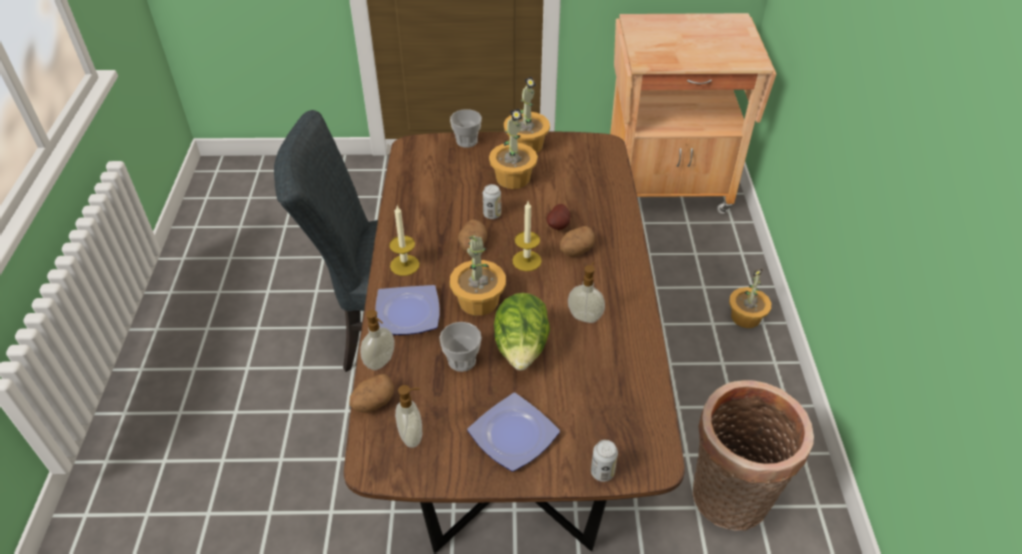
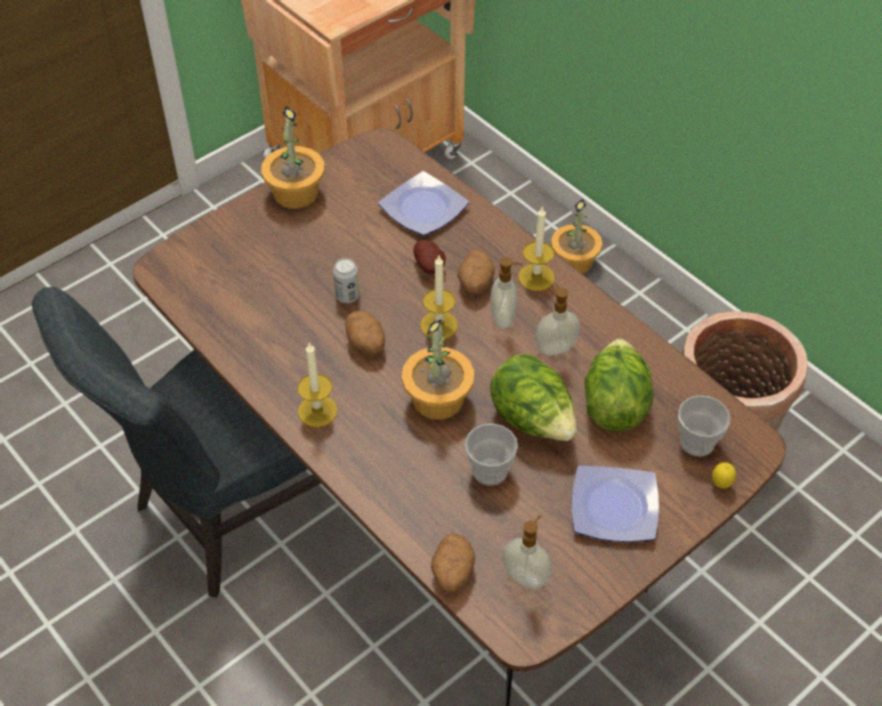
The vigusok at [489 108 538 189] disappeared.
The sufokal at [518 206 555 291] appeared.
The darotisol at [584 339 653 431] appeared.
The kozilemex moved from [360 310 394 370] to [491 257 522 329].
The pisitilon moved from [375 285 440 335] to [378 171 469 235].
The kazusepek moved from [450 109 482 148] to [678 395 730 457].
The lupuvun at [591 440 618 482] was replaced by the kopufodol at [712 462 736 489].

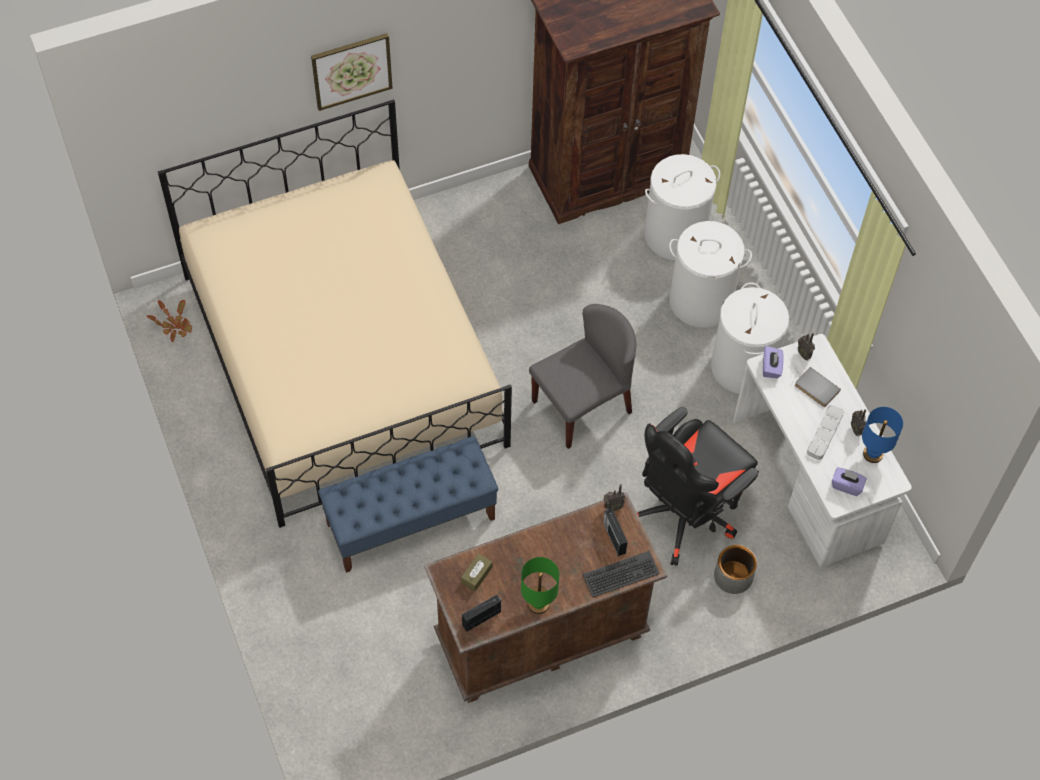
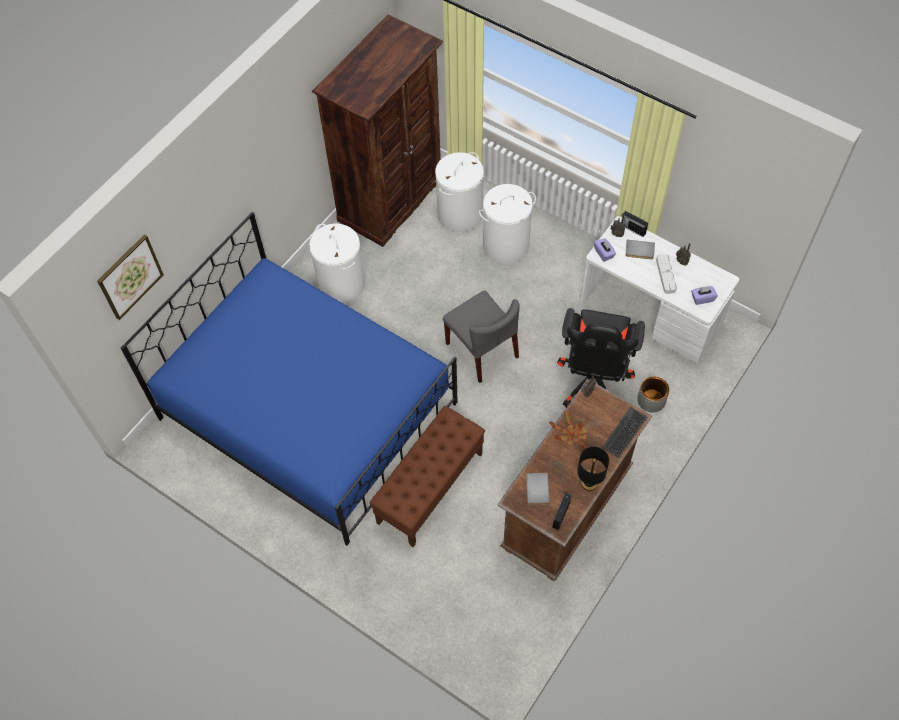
The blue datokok at [862 407 903 463] disappeared.
The vigusok moved from [147 300 192 342] to [549 410 588 447].
The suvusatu moved from [311 33 393 111] to [97 234 164 320].
The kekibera moved from [603 509 628 556] to [621 211 648 237].
The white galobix moved from [711 282 789 394] to [309 223 365 303].
The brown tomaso at [461 553 492 591] was replaced by the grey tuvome at [526 473 550 505].
The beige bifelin at [158 99 512 528] became the blue bifelin at [121 212 458 546].
The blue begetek at [318 436 498 573] became the brown begetek at [370 406 485 547].
The green datokok at [521 557 560 614] became the black datokok at [577 447 609 491].
The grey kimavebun at [529 304 636 449] turned 120 degrees clockwise.

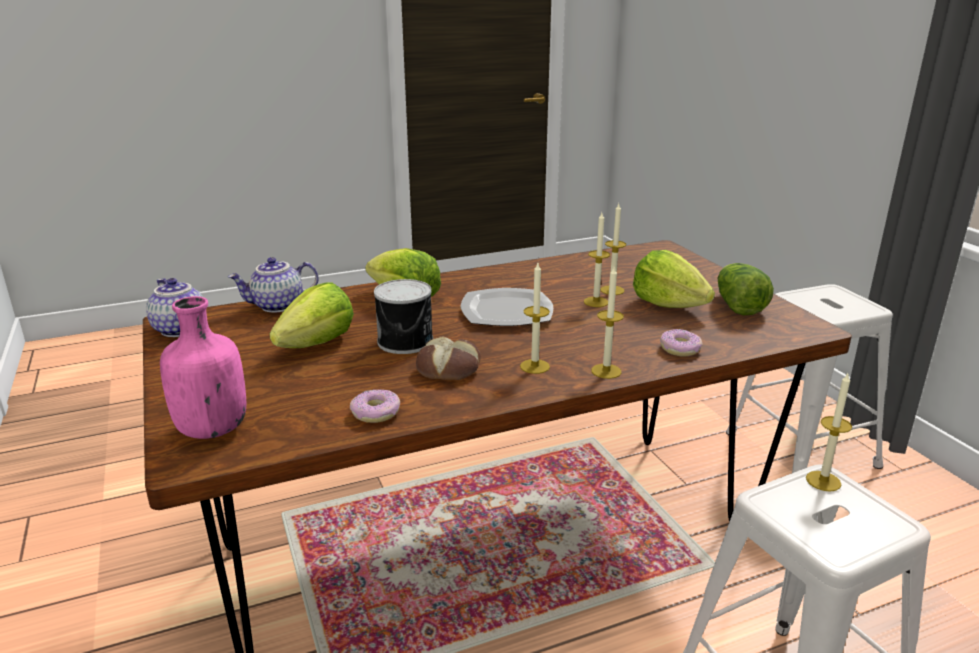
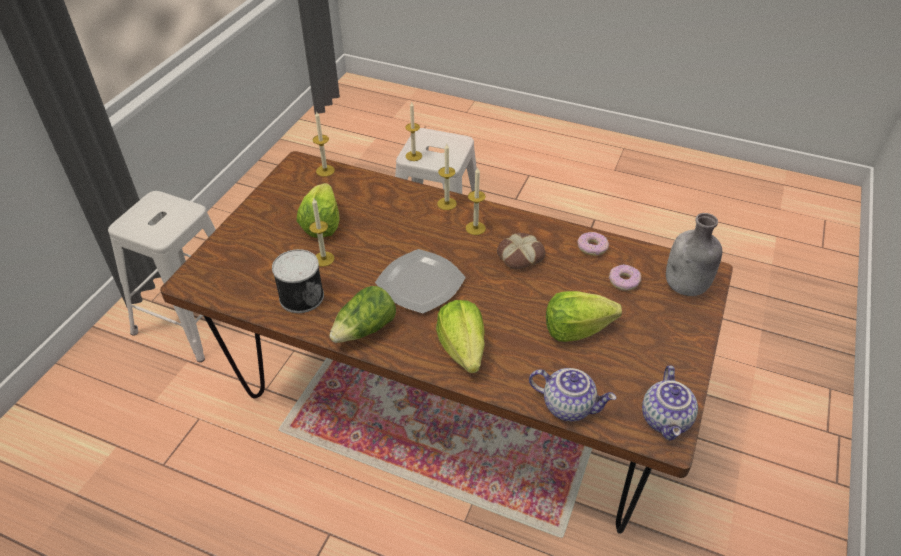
The lupuvun moved from [374 279 433 354] to [272 249 324 313].
The sufokal moved from [584 213 610 307] to [313 112 335 177].
The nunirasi moved from [660 329 703 357] to [609 265 641 291].
The darotisol moved from [717 263 774 316] to [329 286 396 343].
The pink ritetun at [160 296 246 439] became the grey ritetun at [666 213 722 296].

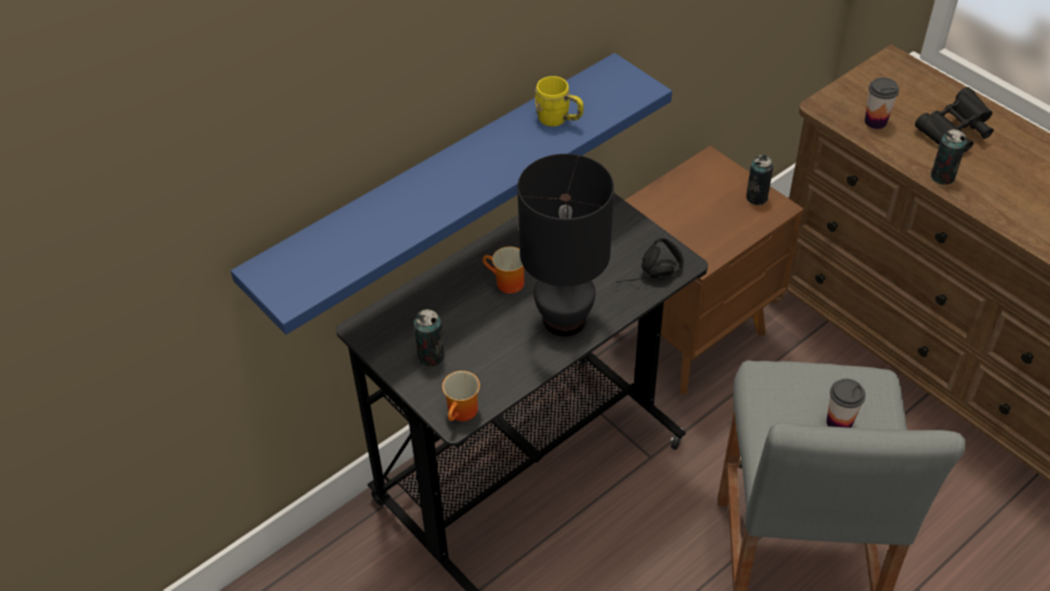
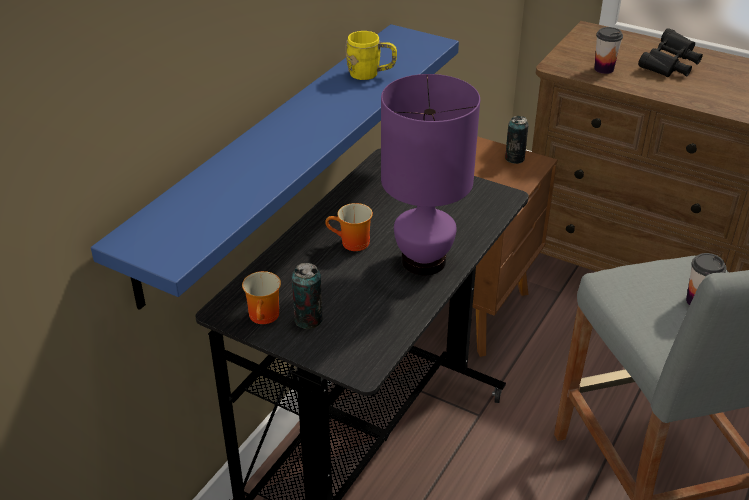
The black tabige at [616 238 684 283] disappeared.
The lupuvun at [931 129 967 185] disappeared.
The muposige moved from [442 371 480 421] to [242 271 281 324].
The black datokok at [517 154 614 337] became the purple datokok at [381 74 480 275].

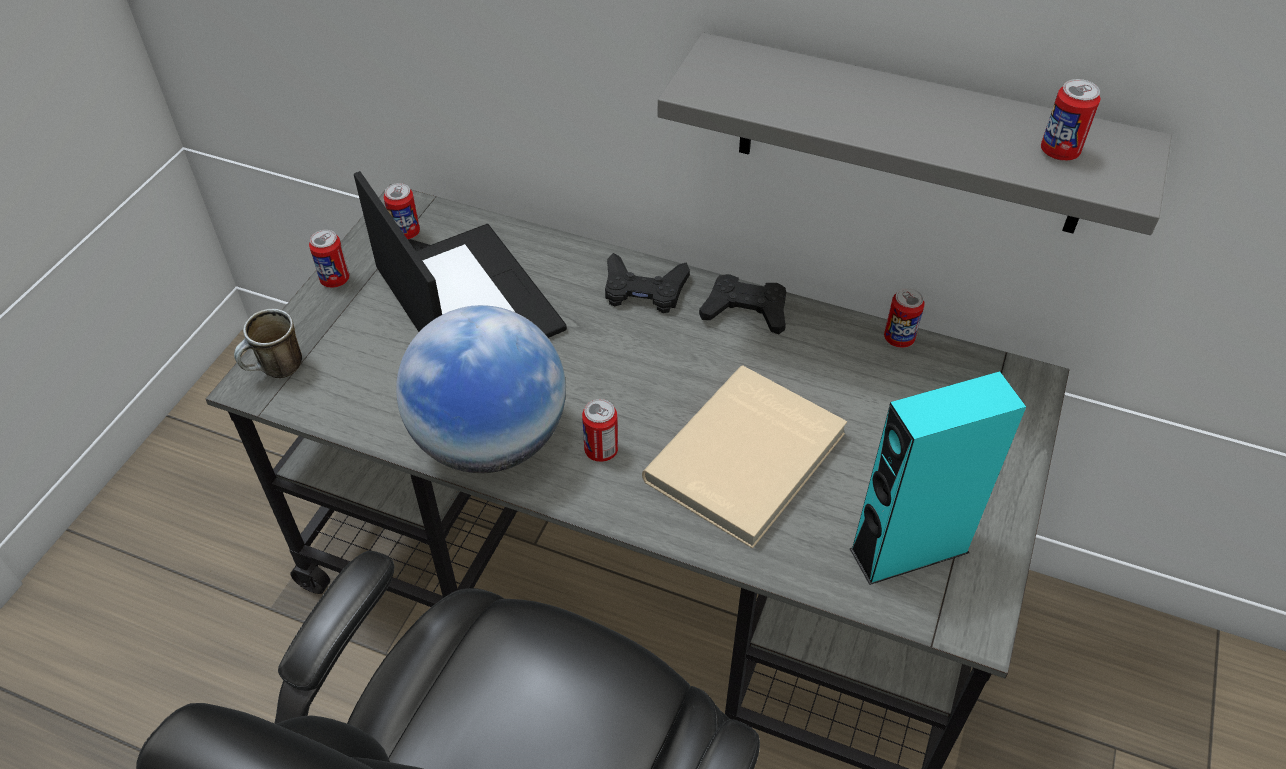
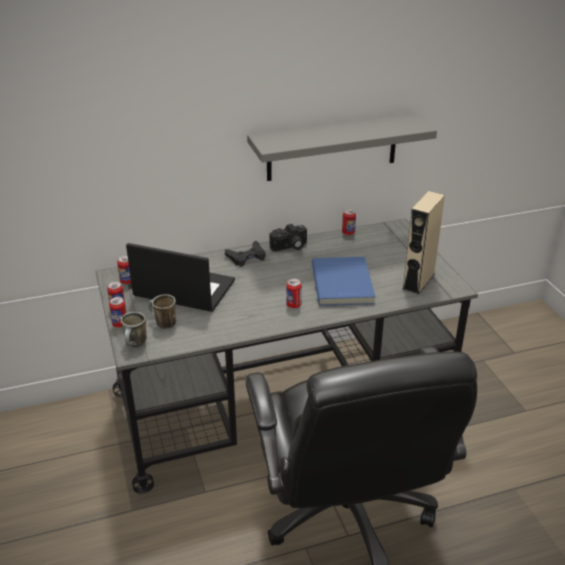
The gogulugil at [396 305 566 473] disappeared.
The muposige at [148 294 176 329] appeared.
The lupuvun moved from [1041 79 1100 161] to [109 297 127 328].
The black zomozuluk at [699 274 786 334] was replaced by the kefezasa at [270 224 307 251].
The beige tuvome at [642 365 847 548] became the blue tuvome at [312 257 376 306].
The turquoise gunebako at [849 371 1026 585] became the beige gunebako at [402 191 445 295].

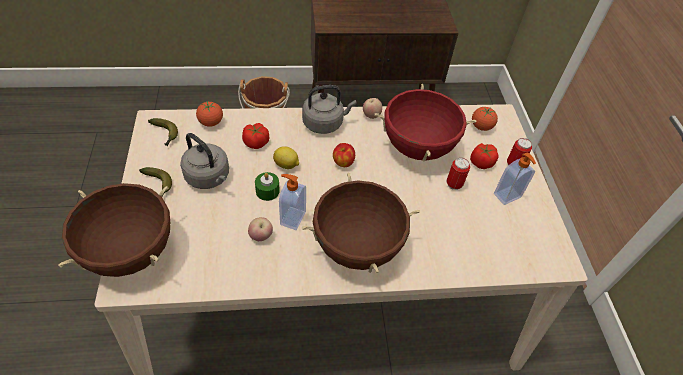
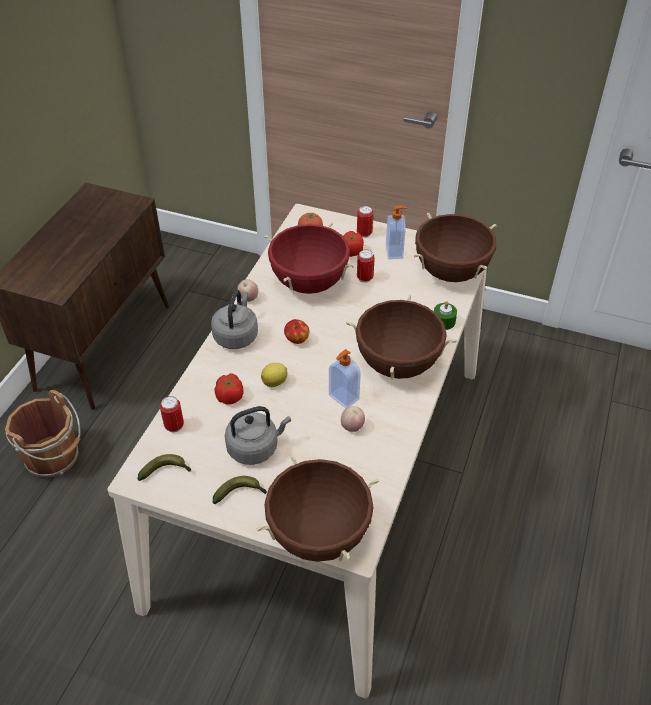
The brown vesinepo at [413 213 497 282] appeared.
The green sufokal moved from [255 172 280 201] to [434 301 457 330].
The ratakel at [196 102 223 127] was replaced by the lupuvun at [160 396 184 432].

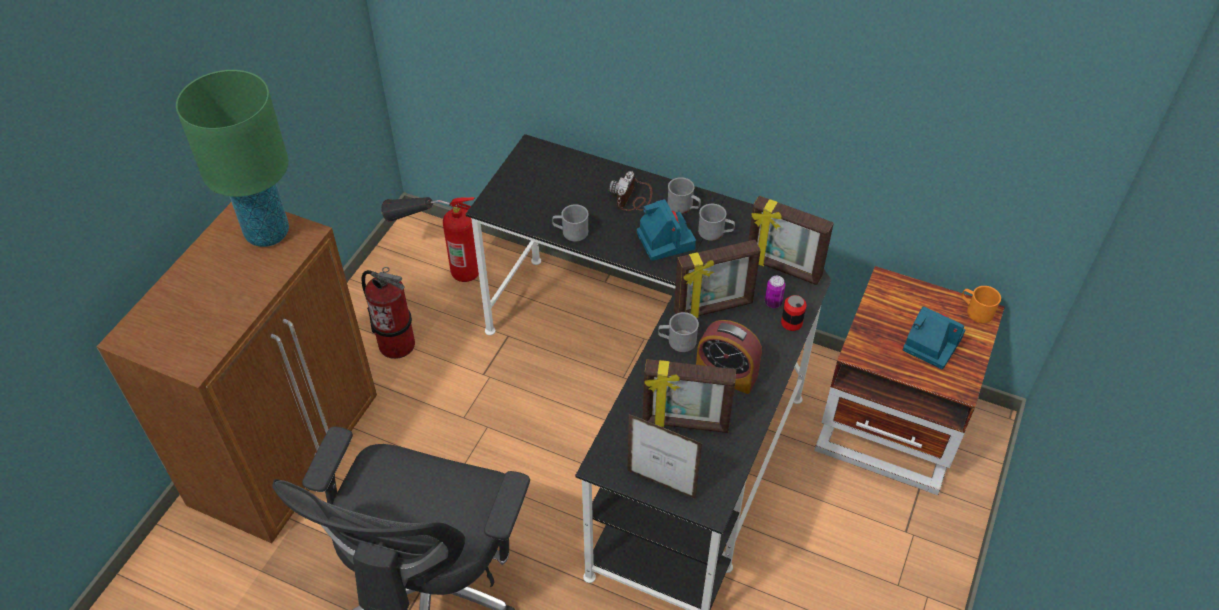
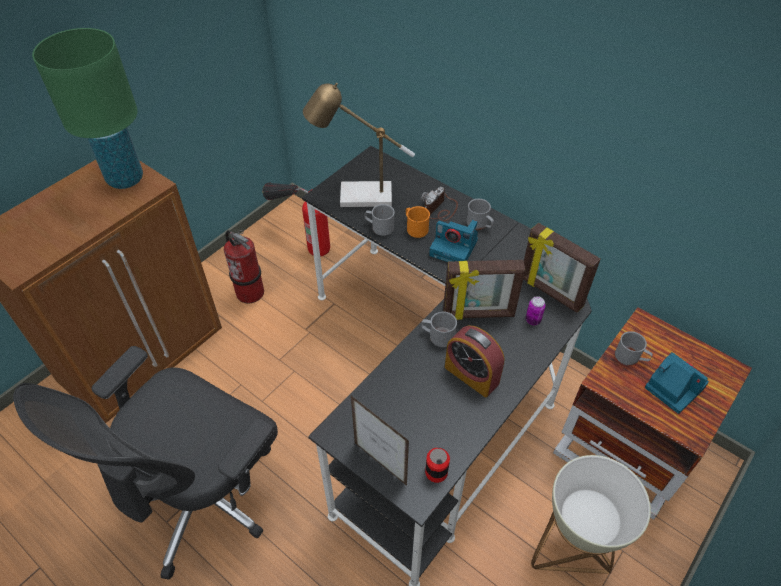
The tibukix at [643 359 736 433] disappeared.
The datokok at [303 83 415 207] appeared.
The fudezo at [531 455 651 574] appeared.
The grey muposige moved from [698 204 735 241] to [615 331 653 365].
The lupuvun moved from [781 295 807 331] to [425 448 450 483].
The orange muposige moved from [962 286 1001 323] to [406 206 430 238].
The kefezasa at [637 199 696 261] turned 120 degrees clockwise.

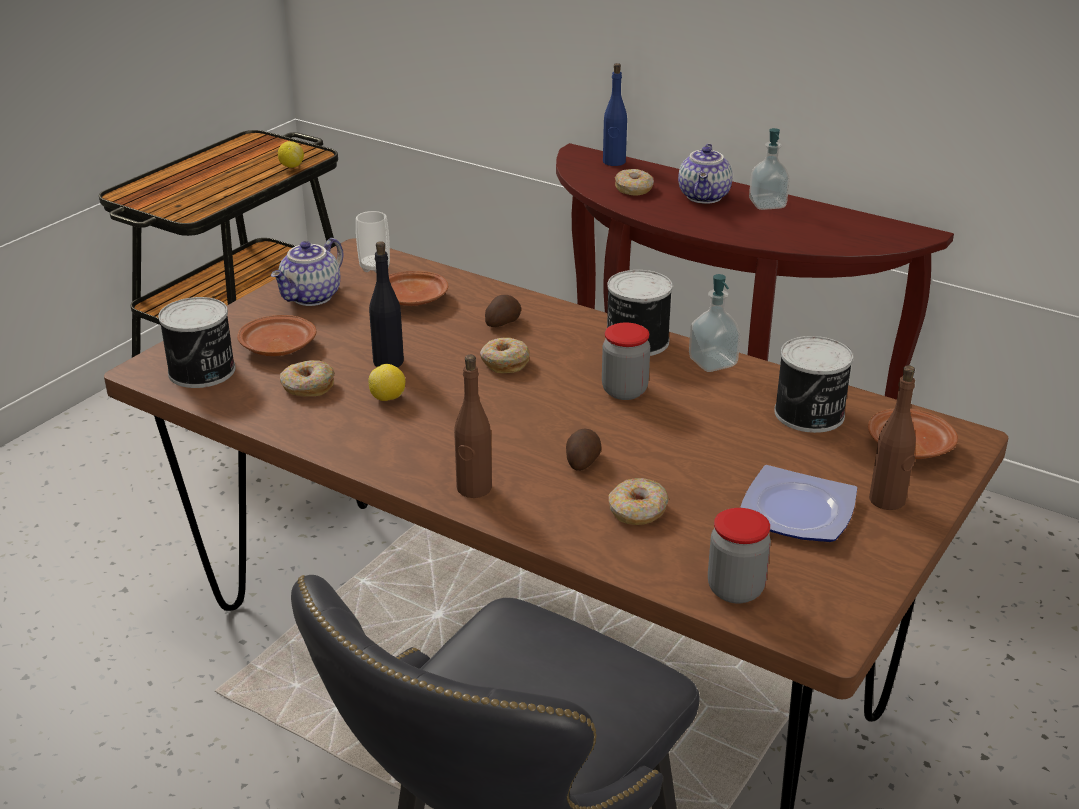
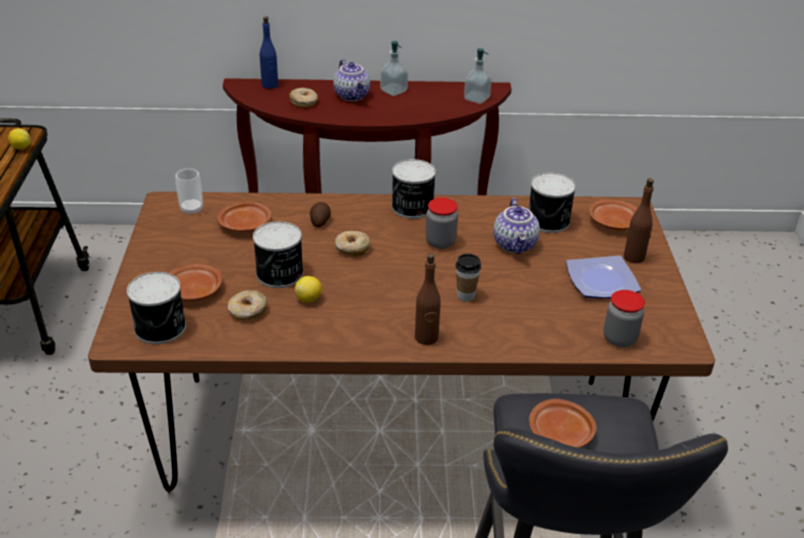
The nunirasi at [609 478 669 525] disappeared.
The brown pisitilon at [529 399 597 448] appeared.
The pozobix moved from [271 238 343 306] to [493 198 540 254].
The kozilemex moved from [689 274 741 372] to [464 48 492 104].
The black ritetun at [369 241 404 368] was replaced by the lupuvun at [253 221 303 288].
The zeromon at [566 428 601 471] was replaced by the kazusepek at [455 254 481 301].

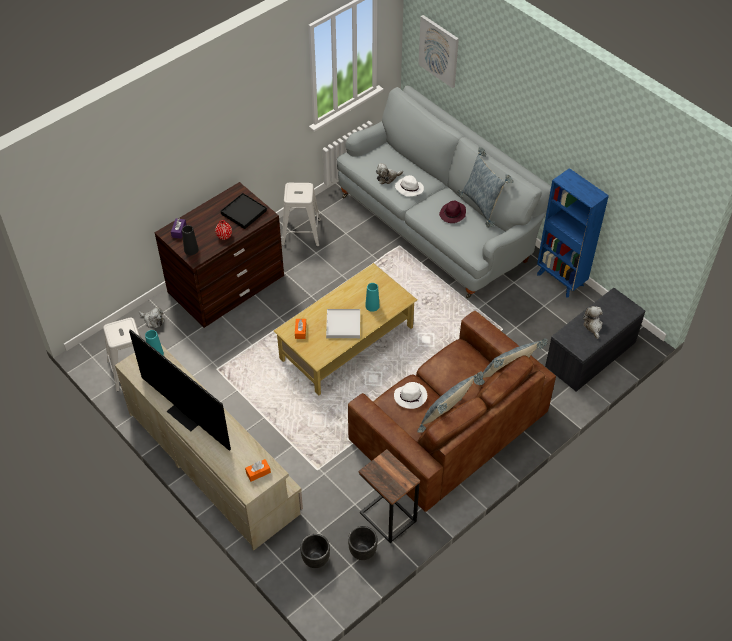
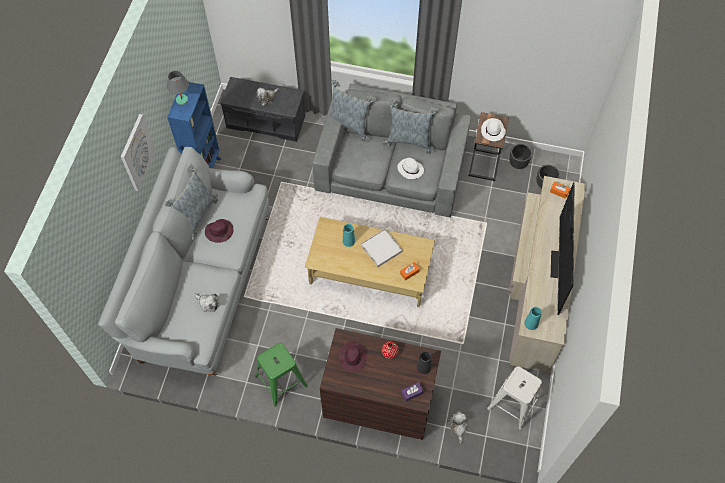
The grey datokok at [167 71 189 105] appeared.
The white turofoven moved from [395 175 424 197] to [481 118 506 141].
The suvusatu moved from [418 15 459 88] to [121 114 156 191].
The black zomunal at [221 193 267 229] was replaced by the purple turofoven at [339 342 367 372].
The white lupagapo at [281 183 321 247] became the green lupagapo at [255 343 308 407].
The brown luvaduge at [348 311 556 512] became the grey luvaduge at [312 84 471 217].

